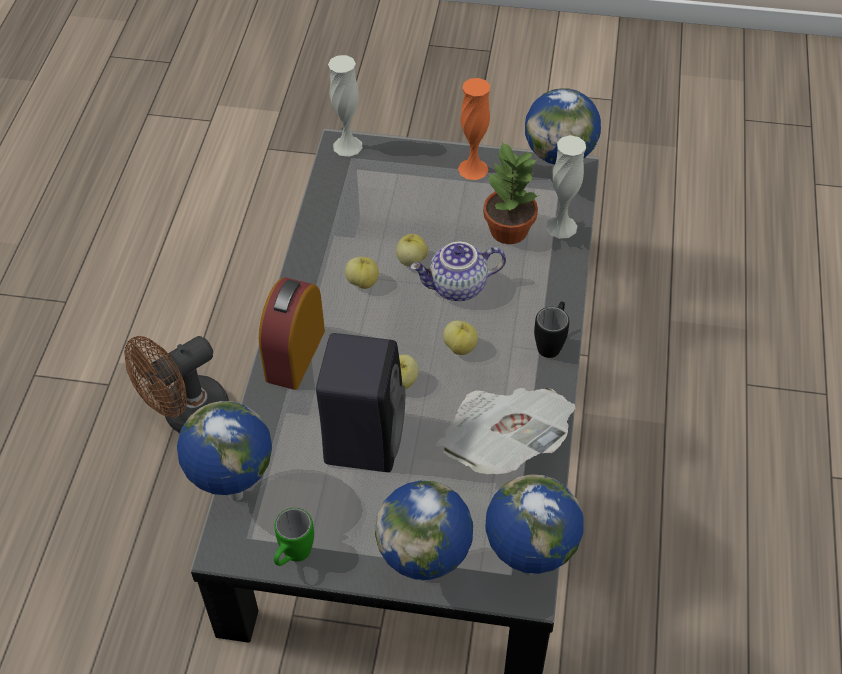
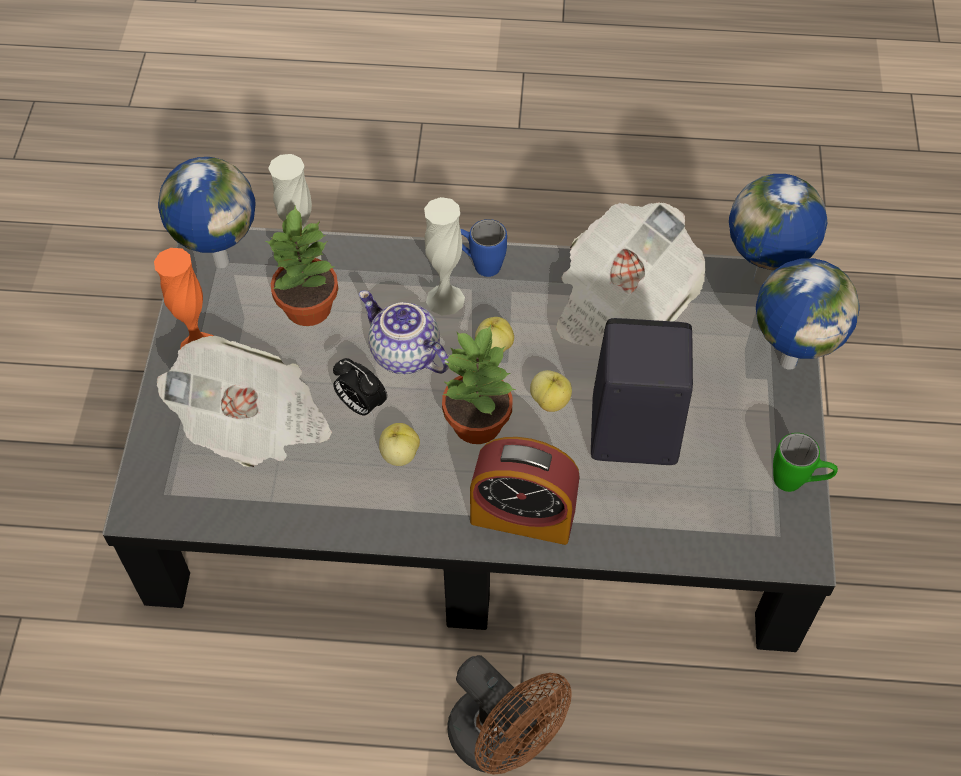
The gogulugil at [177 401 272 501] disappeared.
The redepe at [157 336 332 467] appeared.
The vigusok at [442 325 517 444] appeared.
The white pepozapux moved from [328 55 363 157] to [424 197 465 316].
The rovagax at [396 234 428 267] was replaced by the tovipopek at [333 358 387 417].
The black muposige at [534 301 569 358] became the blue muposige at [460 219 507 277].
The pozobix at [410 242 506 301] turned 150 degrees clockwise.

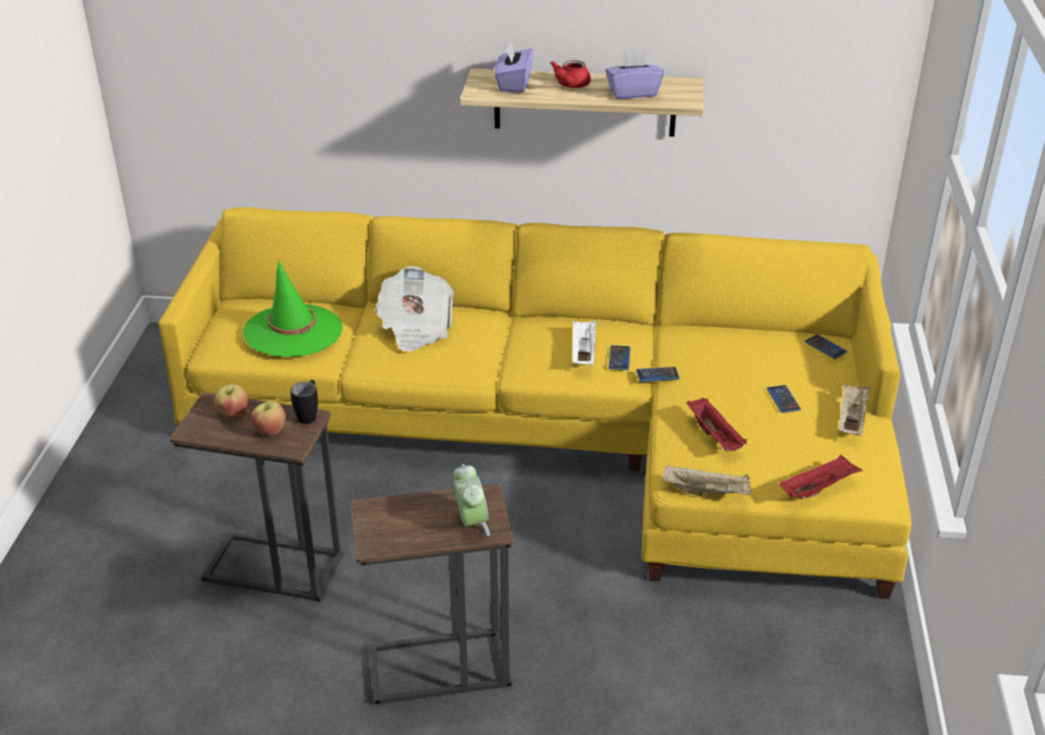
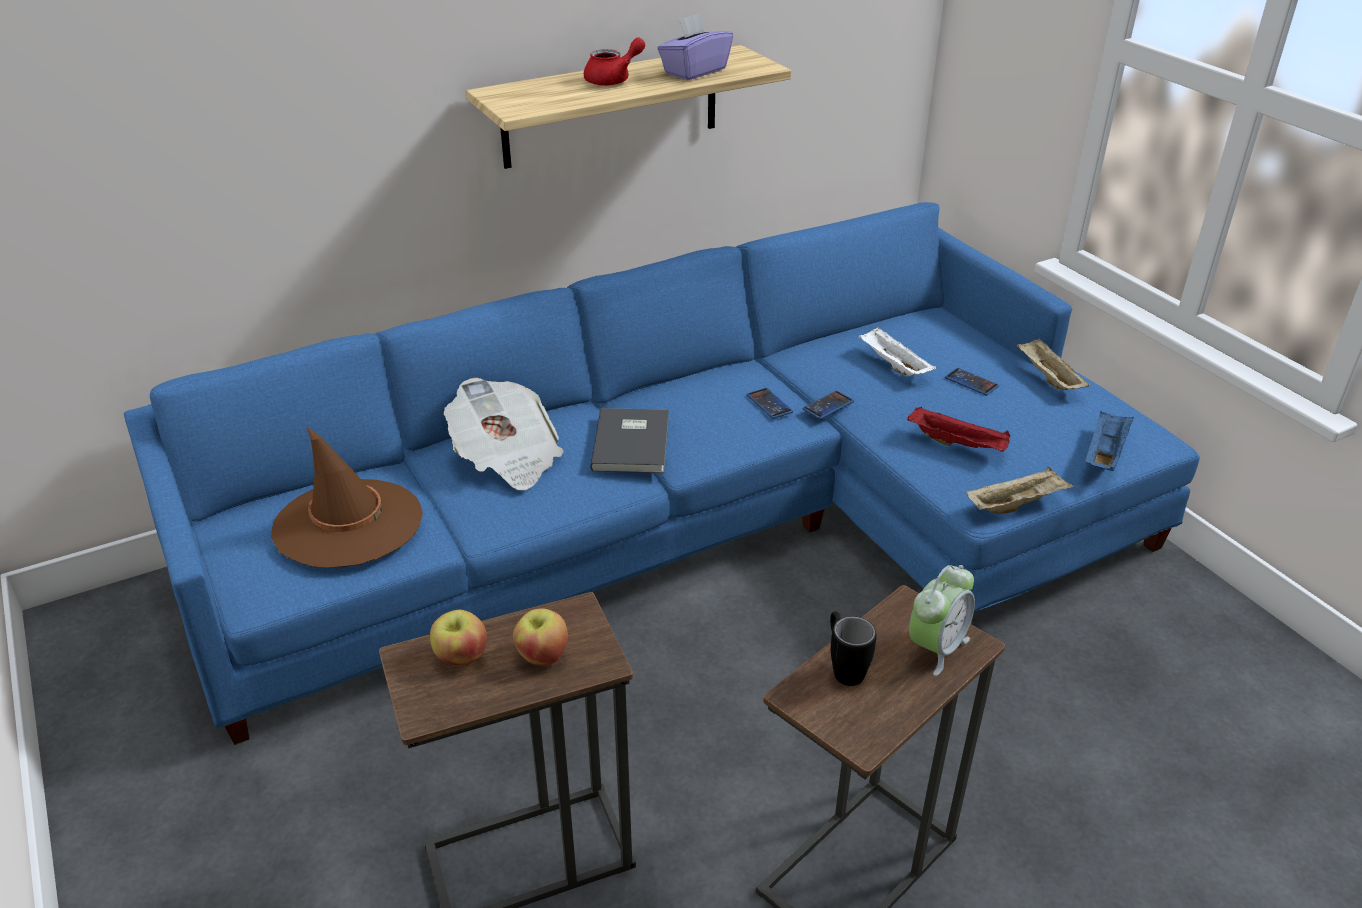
The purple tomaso at [495 41 533 92] disappeared.
The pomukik at [805 334 847 359] disappeared.
The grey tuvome at [590 408 669 473] appeared.
The black muposige moved from [290 380 318 424] to [830 611 876 686].
The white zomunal moved from [572 321 597 365] to [858 327 936 376].
The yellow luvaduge at [158 207 911 599] became the blue luvaduge at [124 202 1200 745].
The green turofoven at [243 260 343 357] became the brown turofoven at [271 426 423 568].
The red zomunal at [779 455 863 498] became the blue zomunal at [1085 411 1134 471].
The tovipopek at [453 464 490 536] turned 90 degrees clockwise.
The red pozobix at [550 60 591 88] turned 120 degrees counterclockwise.

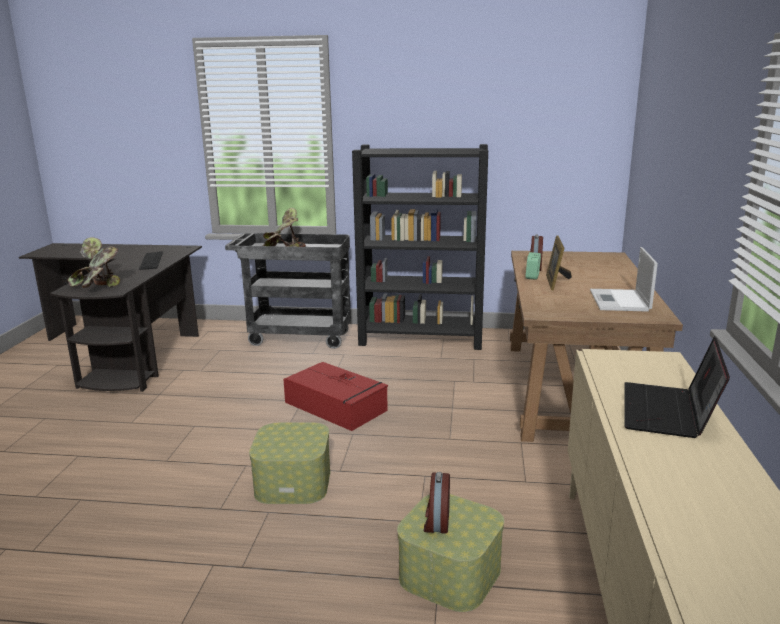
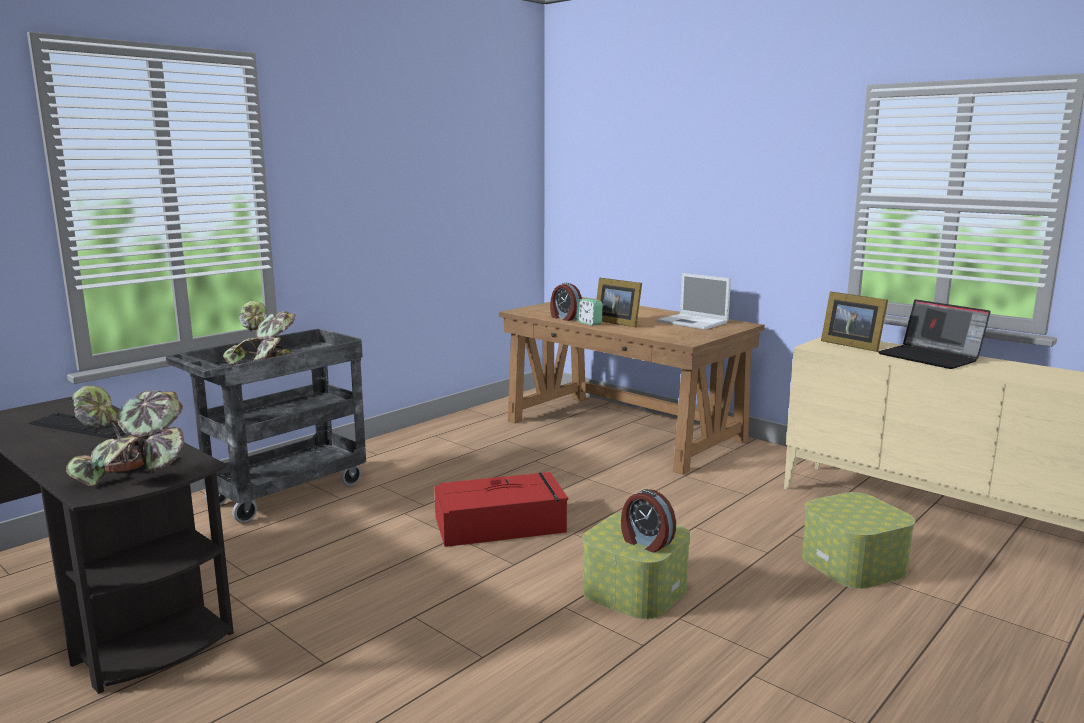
The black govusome at [352 144 488 350] disappeared.
The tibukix at [821 291 888 352] appeared.
The tovipopek moved from [424 472 450 534] to [621 489 676 553].

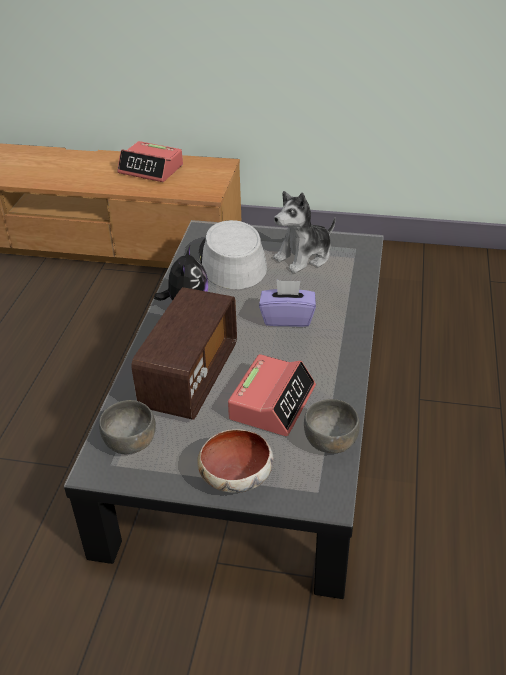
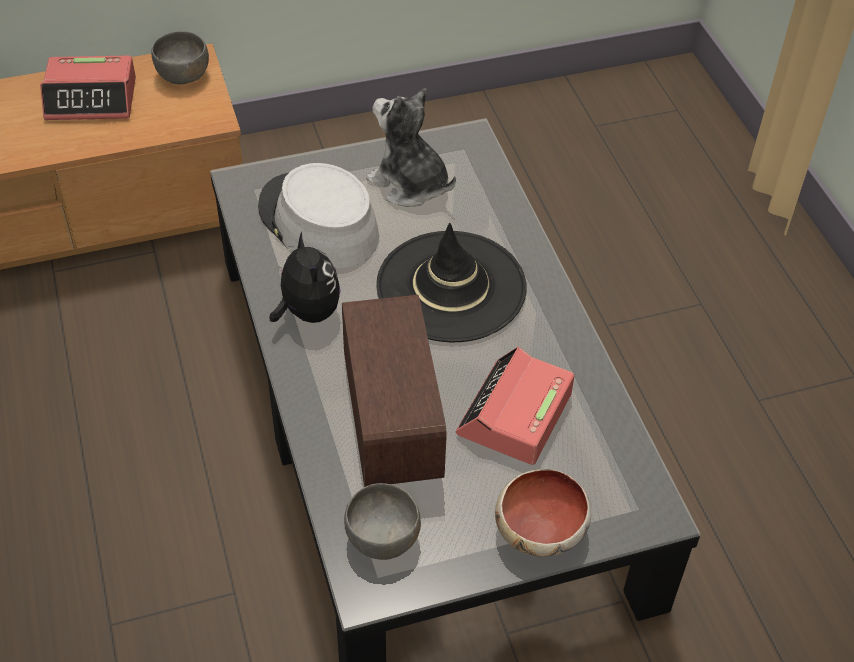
The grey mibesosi moved from [304 399 360 453] to [151 31 209 84].
The purple tomaso at [259 280 316 327] was replaced by the black turofoven at [376 223 527 342].
The tovipopek at [228 354 316 436] turned 150 degrees counterclockwise.
The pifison at [273 191 336 273] turned 105 degrees clockwise.

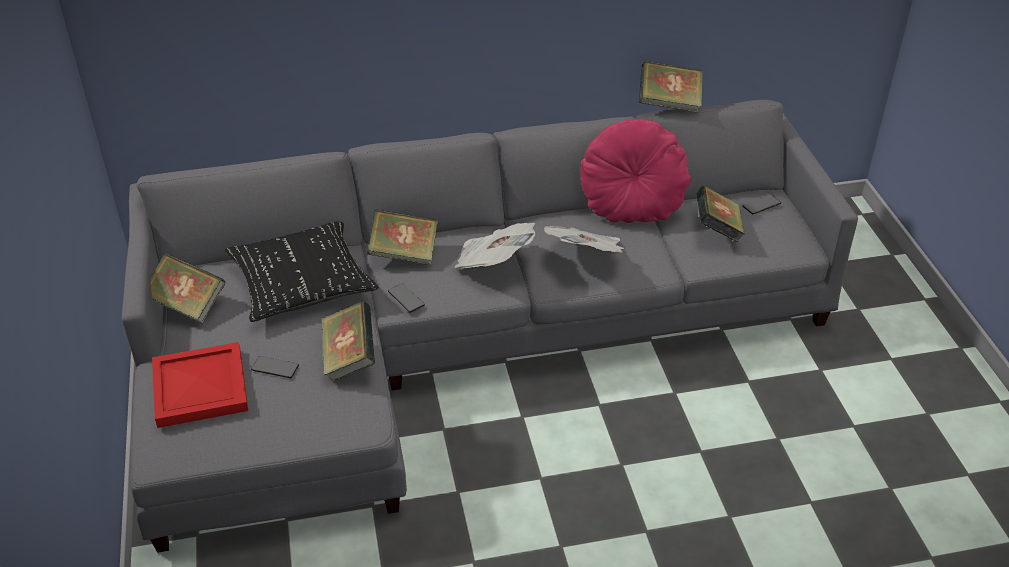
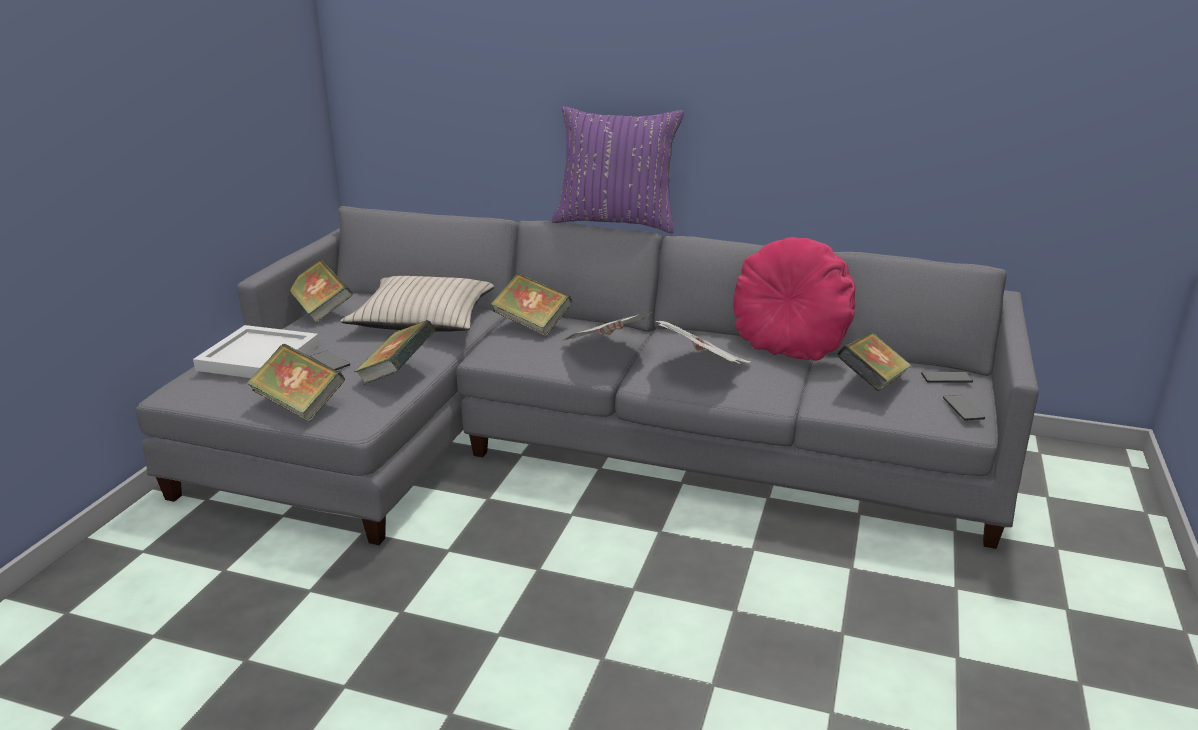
The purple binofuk at [552 106 684 233] appeared.
The pomukik moved from [388 283 425 313] to [943 395 985 421].
The tuvome moved from [639 61 703 113] to [246 344 345 422].
The red zomunal at [152 342 248 428] became the white zomunal at [193 325 320 378].
The black binofuk at [225 222 379 322] became the beige binofuk at [340 276 494 332].

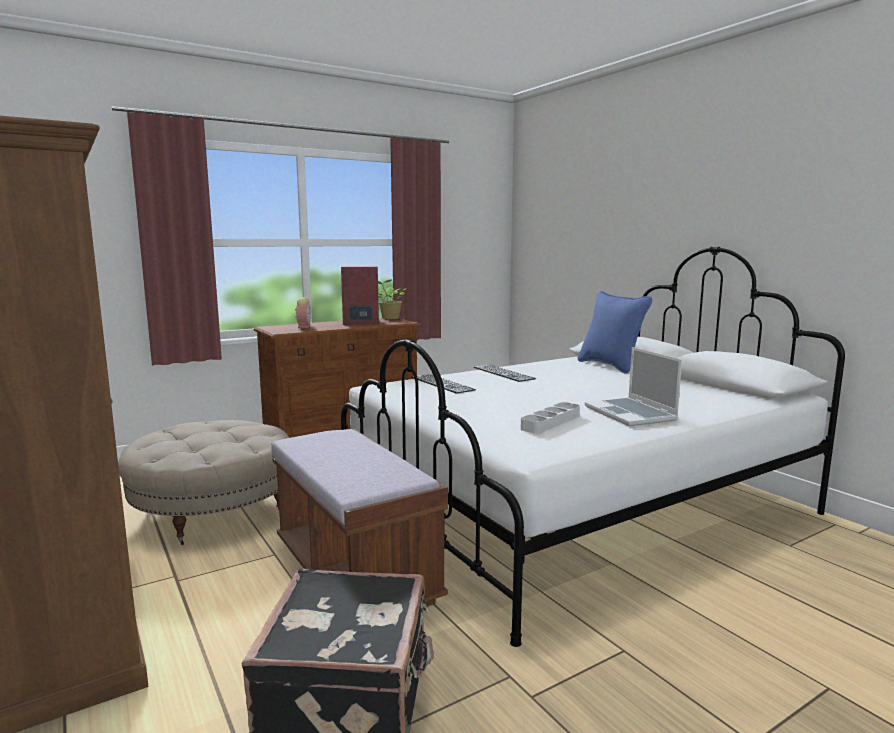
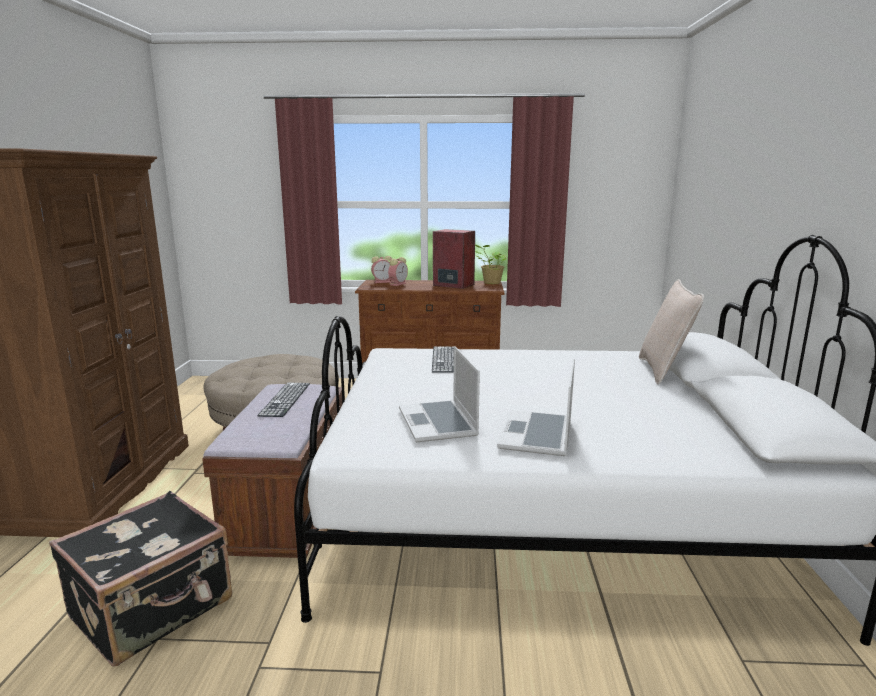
The tovipopek at [371 256 392 283] appeared.
The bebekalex moved from [474 365 536 382] to [257 382 310 417].
The grey zomunal at [521 402 580 434] was replaced by the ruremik at [399 346 480 442].
The blue binofuk at [578 291 652 374] became the beige binofuk at [639 279 704 385].

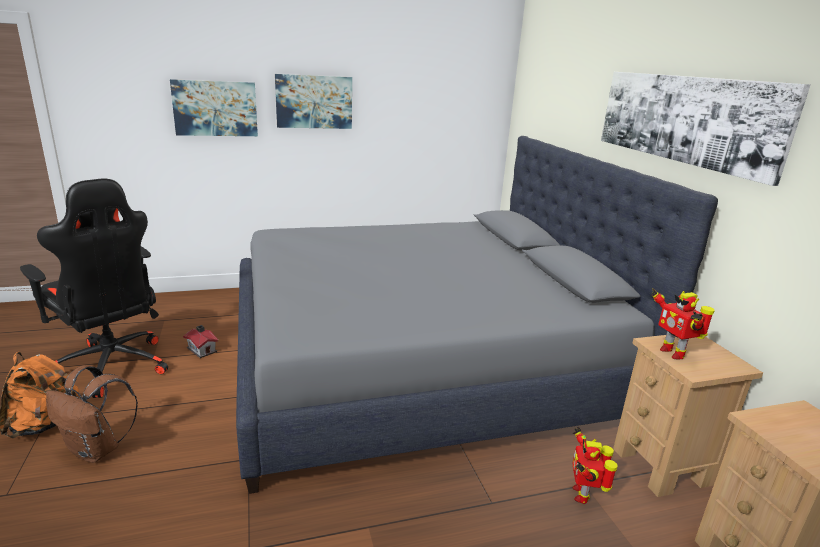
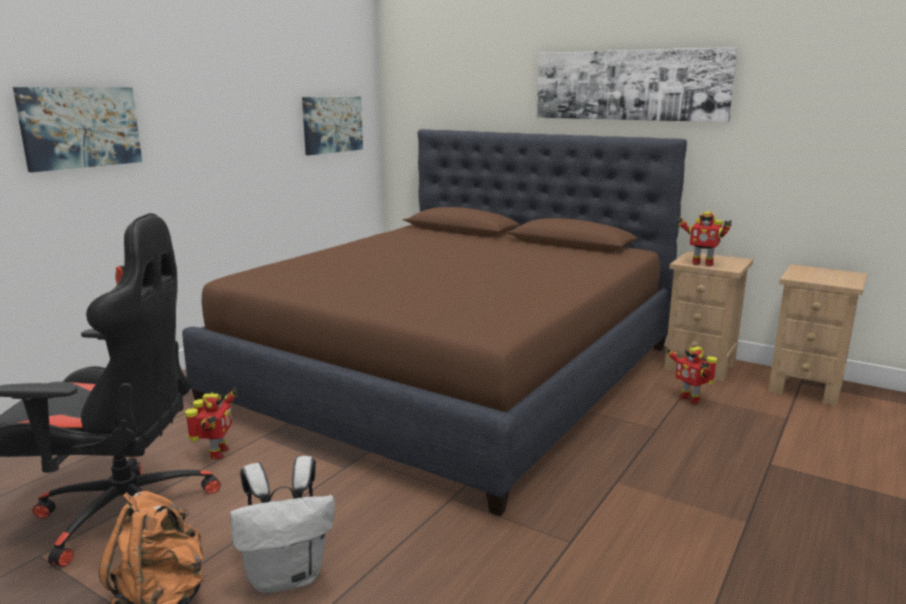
The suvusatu moved from [275 74 352 129] to [302 97 363 155].
The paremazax at [183 325 218 358] was replaced by the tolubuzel at [185 388 238 459].
The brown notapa at [46 365 138 463] became the white notapa at [230 456 335 594].
The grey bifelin at [236 136 718 494] became the brown bifelin at [182 129 687 516].

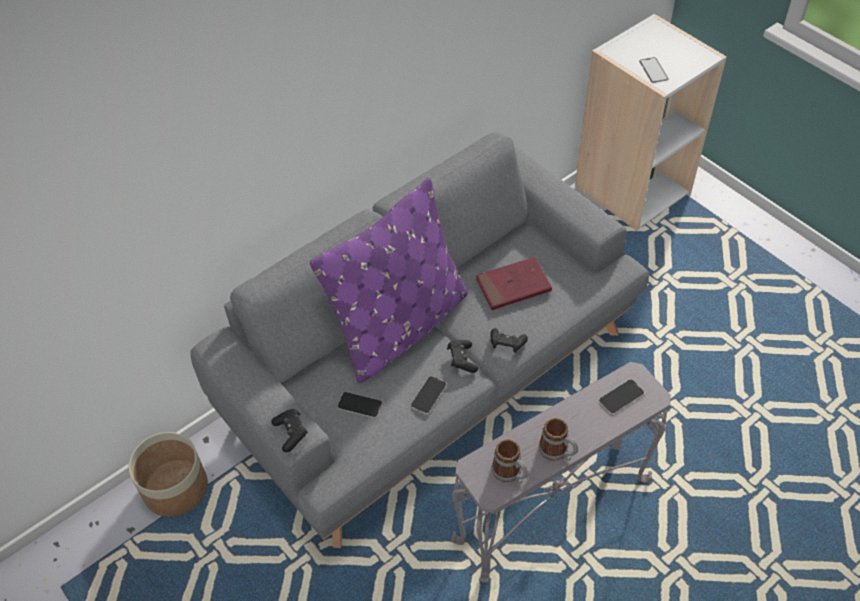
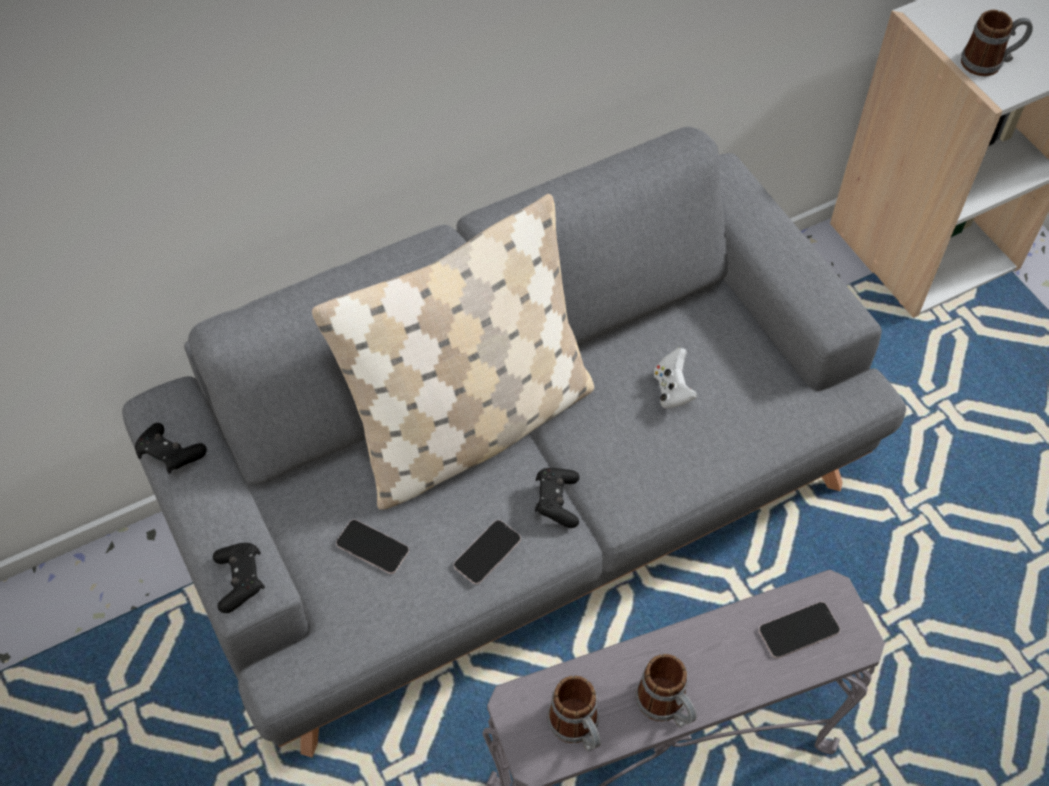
The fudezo at [128 432 208 517] disappeared.
The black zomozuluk moved from [490 328 528 353] to [135 423 207 474].
The red tuvome at [476 257 552 310] was replaced by the white zomozuluk at [654 348 698 409].
The pomukik at [639 57 669 83] was replaced by the muposige at [961 10 1033 76].
The purple binofuk at [310 178 468 383] became the beige binofuk at [312 194 594 510].

